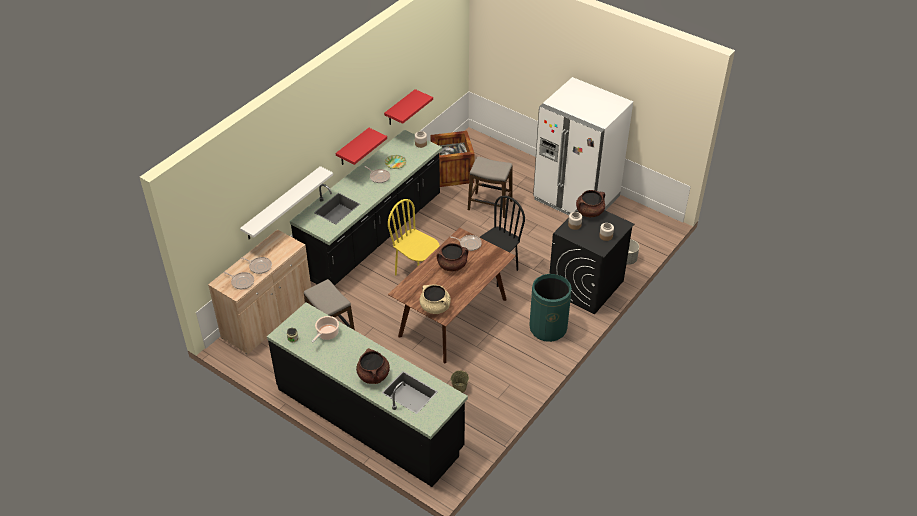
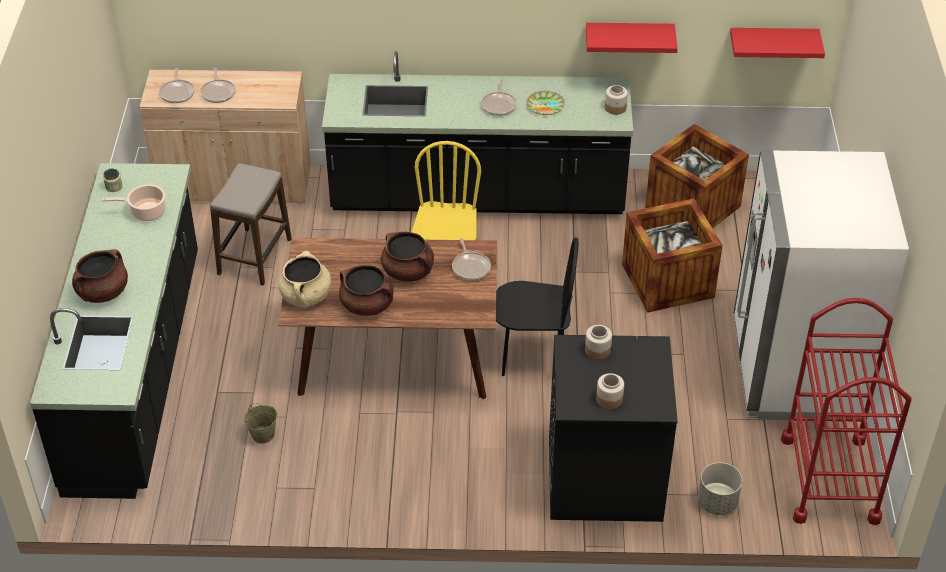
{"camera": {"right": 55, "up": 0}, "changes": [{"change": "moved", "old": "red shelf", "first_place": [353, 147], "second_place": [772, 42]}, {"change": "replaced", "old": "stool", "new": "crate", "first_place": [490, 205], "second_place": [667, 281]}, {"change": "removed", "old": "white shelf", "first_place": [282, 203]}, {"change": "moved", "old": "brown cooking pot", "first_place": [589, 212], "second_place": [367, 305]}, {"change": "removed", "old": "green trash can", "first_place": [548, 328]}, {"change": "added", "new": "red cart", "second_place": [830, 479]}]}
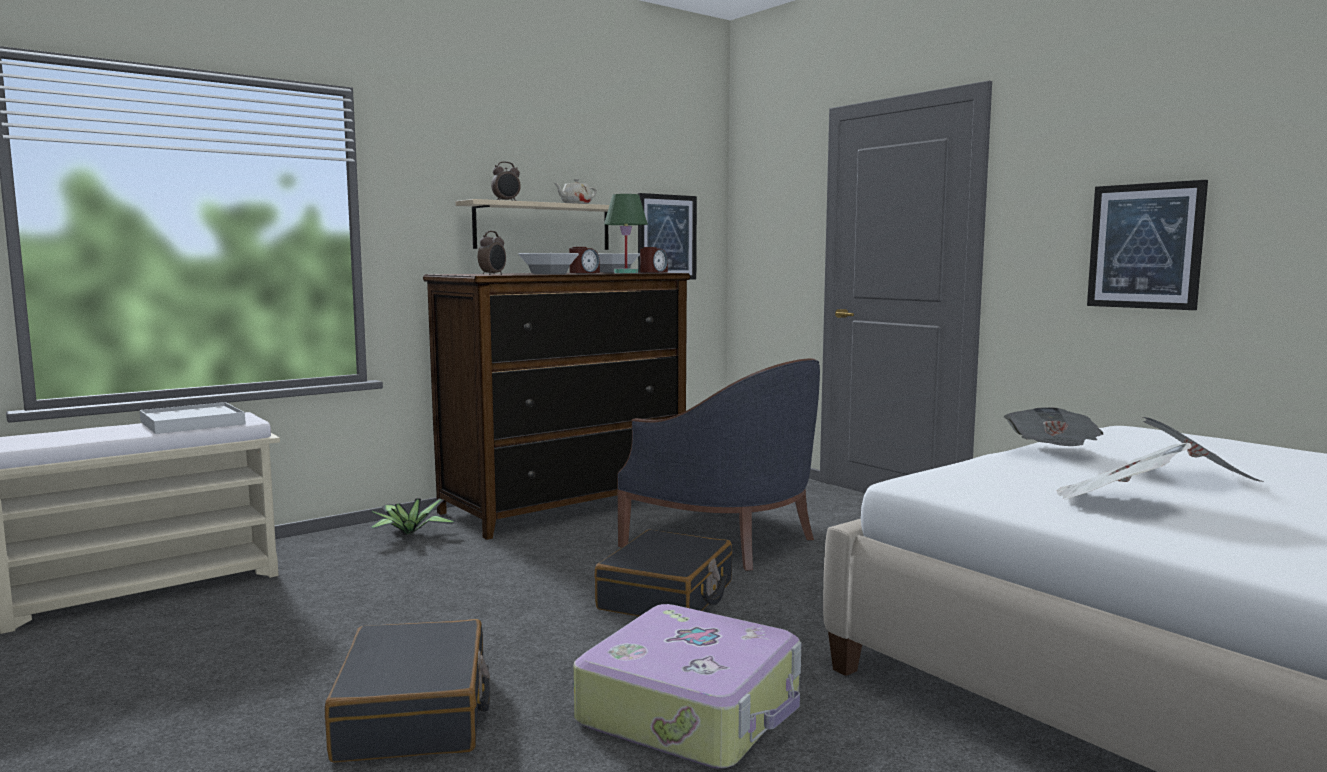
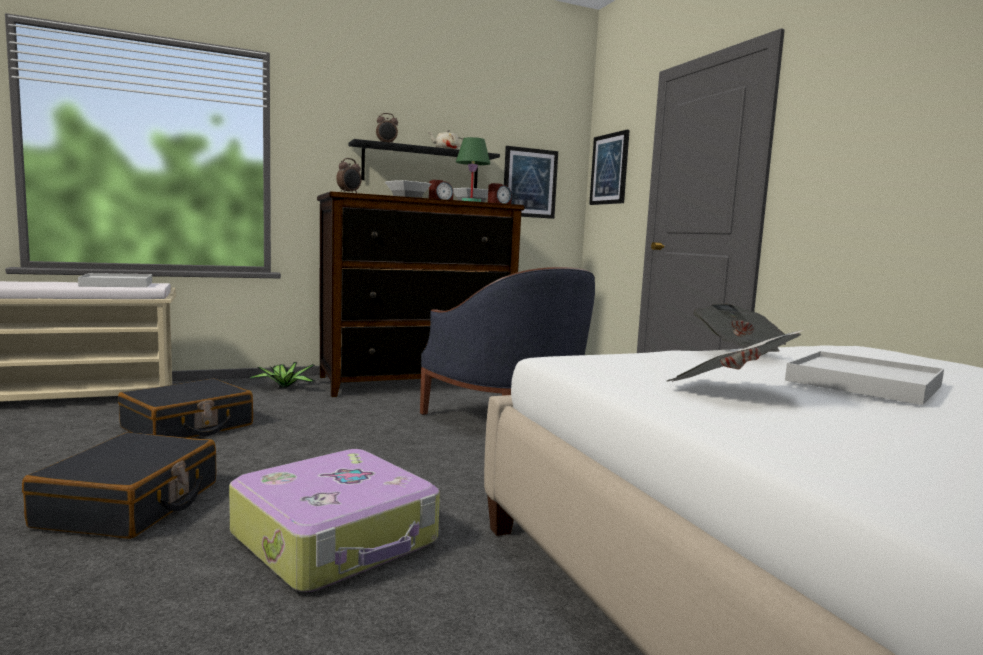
{"camera": {"right": 15, "up": 0}, "changes": [{"change": "moved", "old": "picture", "first_place": [1145, 246], "second_place": [609, 169]}, {"change": "recoloured", "old": "beige shelf", "new": "black shelf", "first_place": [543, 227], "second_place": [421, 167]}, {"change": "replaced", "old": "newspaper", "new": "white tray", "first_place": [1198, 477], "second_place": [864, 383]}, {"change": "moved", "old": "black suitcase", "first_place": [667, 596], "second_place": [188, 427]}]}
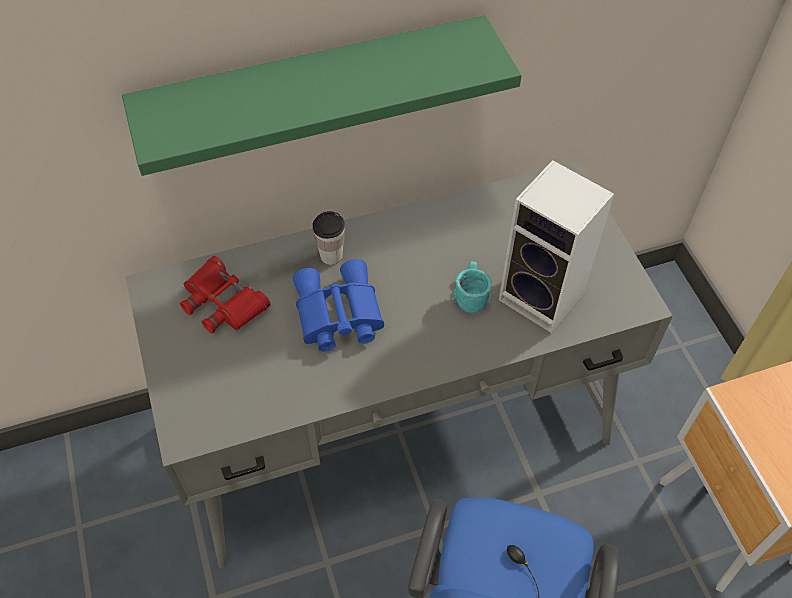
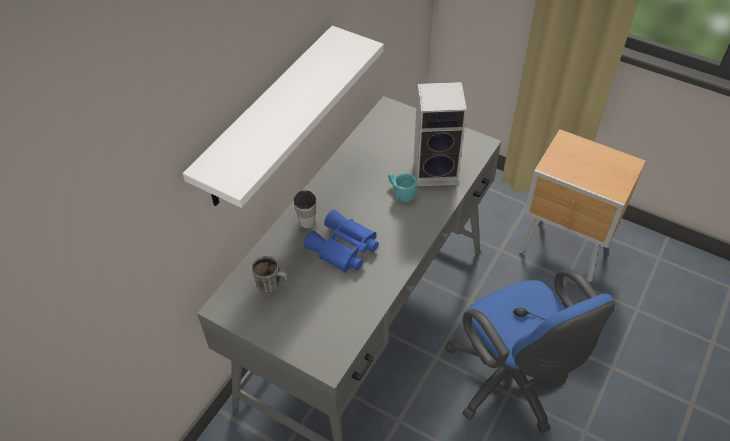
{"camera": {"right": -40, "up": -5}, "changes": [{"change": "recoloured", "old": "green shelf", "new": "white shelf", "first_place": [314, 92], "second_place": [268, 118]}, {"change": "replaced", "old": "red binoculars", "new": "mug", "first_place": [223, 302], "second_place": [273, 285]}]}
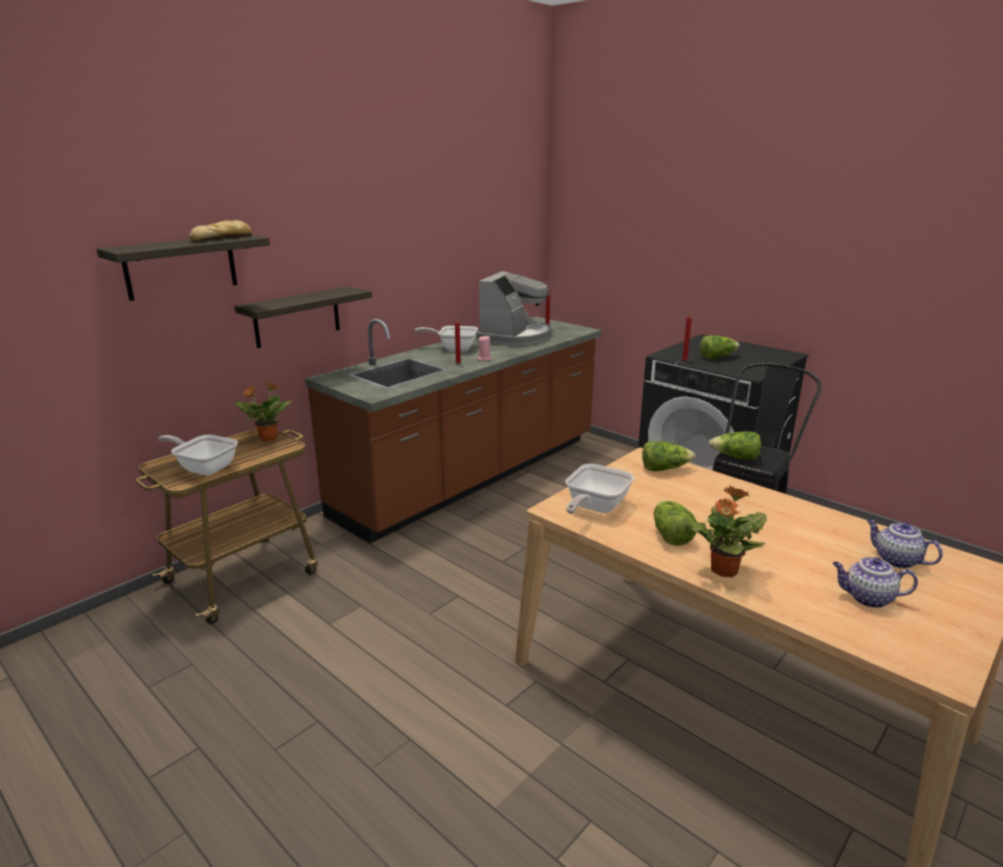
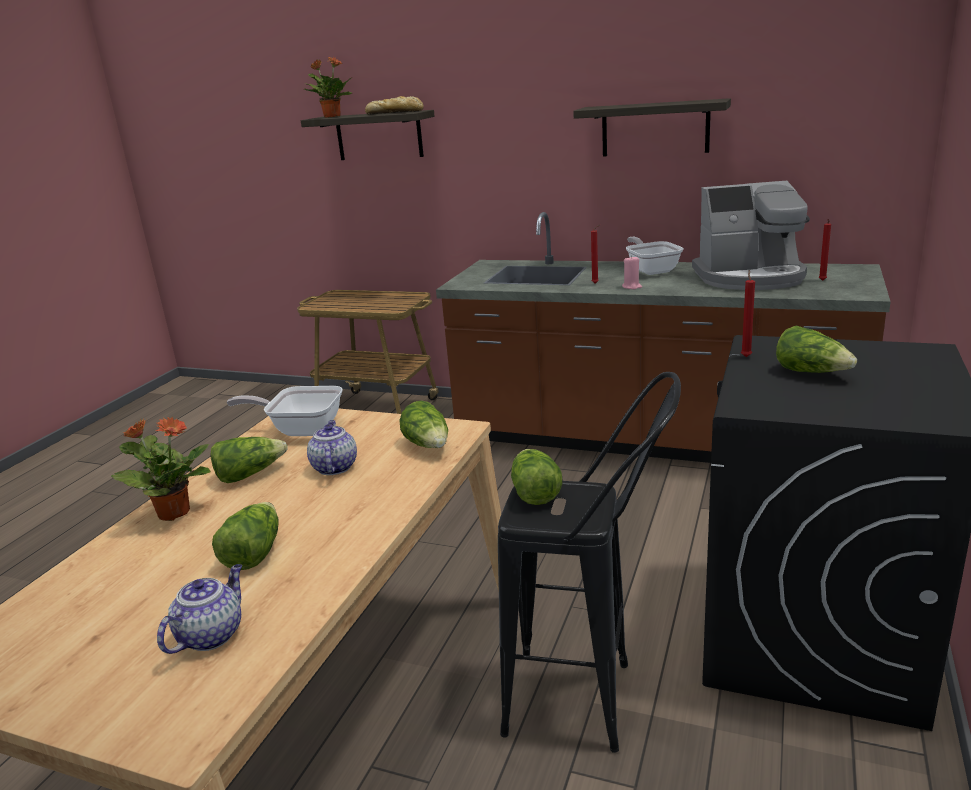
{"camera": {"right": 70, "up": 0}, "changes": [{"change": "moved", "old": "shelf", "first_place": [297, 317], "second_place": [655, 128]}, {"change": "moved", "old": "potted plant", "first_place": [268, 438], "second_place": [331, 116]}, {"change": "removed", "old": "frying pan", "first_place": [204, 467]}, {"change": "moved", "old": "teapot", "first_place": [867, 598], "second_place": [334, 467]}, {"change": "added", "new": "lettuce", "second_place": [253, 553]}]}
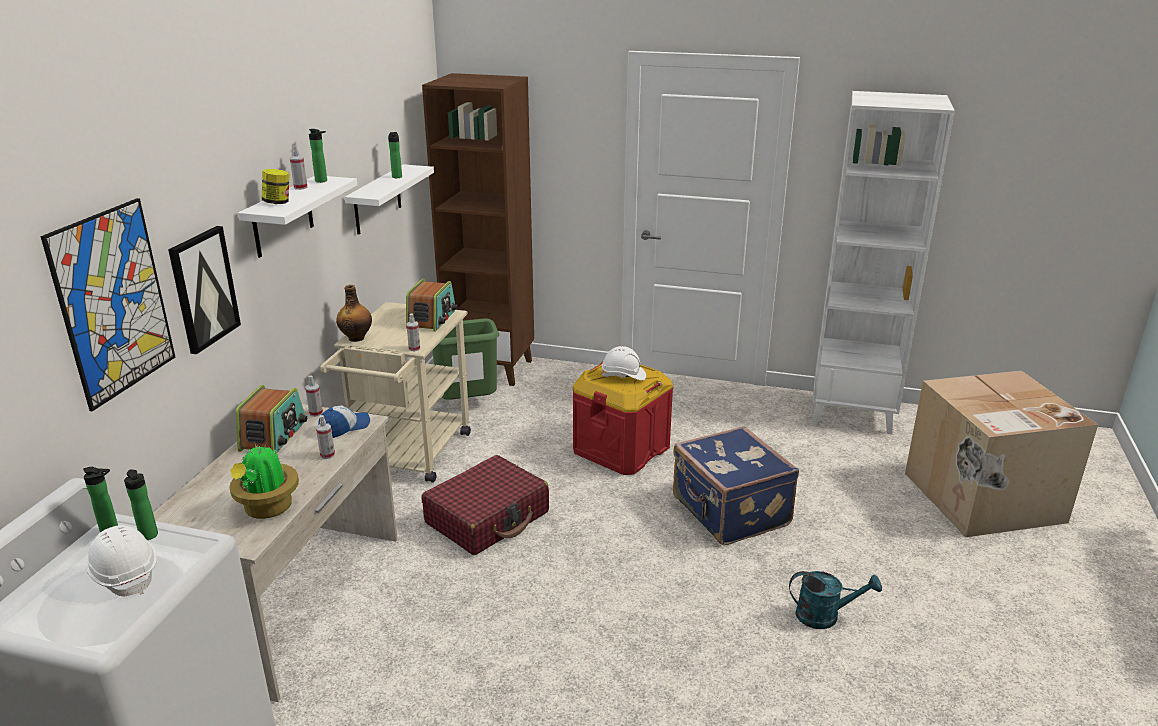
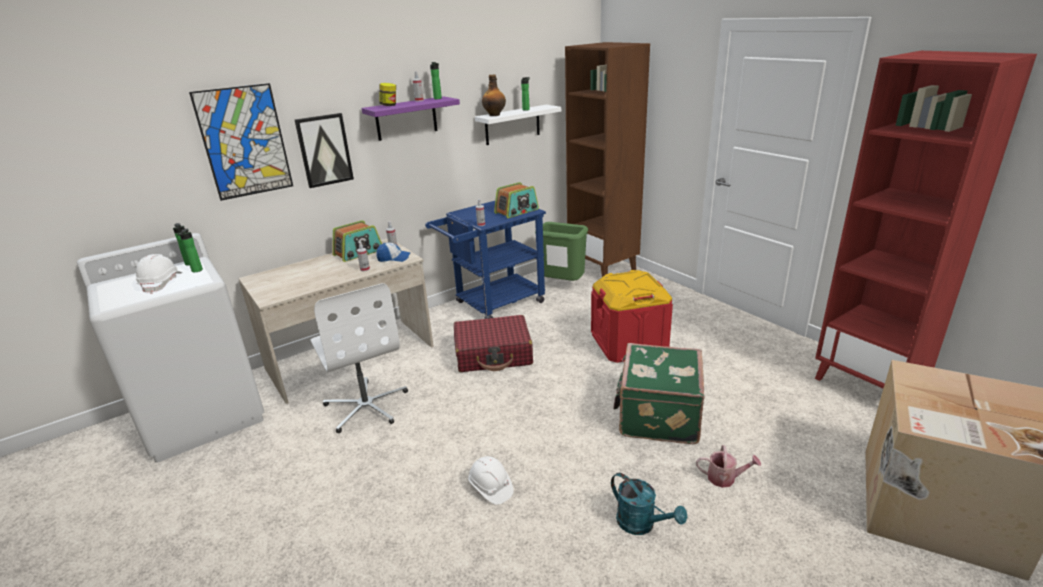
{"camera": {"right": 40, "up": 0}, "changes": [{"change": "recoloured", "old": "white bookcase", "new": "red bookcase", "first_place": [852, 413], "second_place": [869, 384]}, {"change": "recoloured", "old": "white shelf", "new": "purple shelf", "first_place": [282, 217], "second_place": [406, 118]}, {"change": "moved", "old": "bottle", "first_place": [356, 338], "second_place": [495, 115]}, {"change": "recoloured", "old": "beige cart", "new": "blue cart", "first_place": [408, 457], "second_place": [493, 304]}, {"change": "moved", "old": "white hard hat", "first_place": [623, 375], "second_place": [490, 487]}, {"change": "recoloured", "old": "blue suitcase", "new": "green suitcase", "first_place": [729, 512], "second_place": [657, 415]}, {"change": "removed", "old": "potted plant", "first_place": [267, 508]}, {"change": "added", "new": "white office chair", "second_place": [367, 406]}, {"change": "added", "new": "watering can", "second_place": [725, 478]}]}
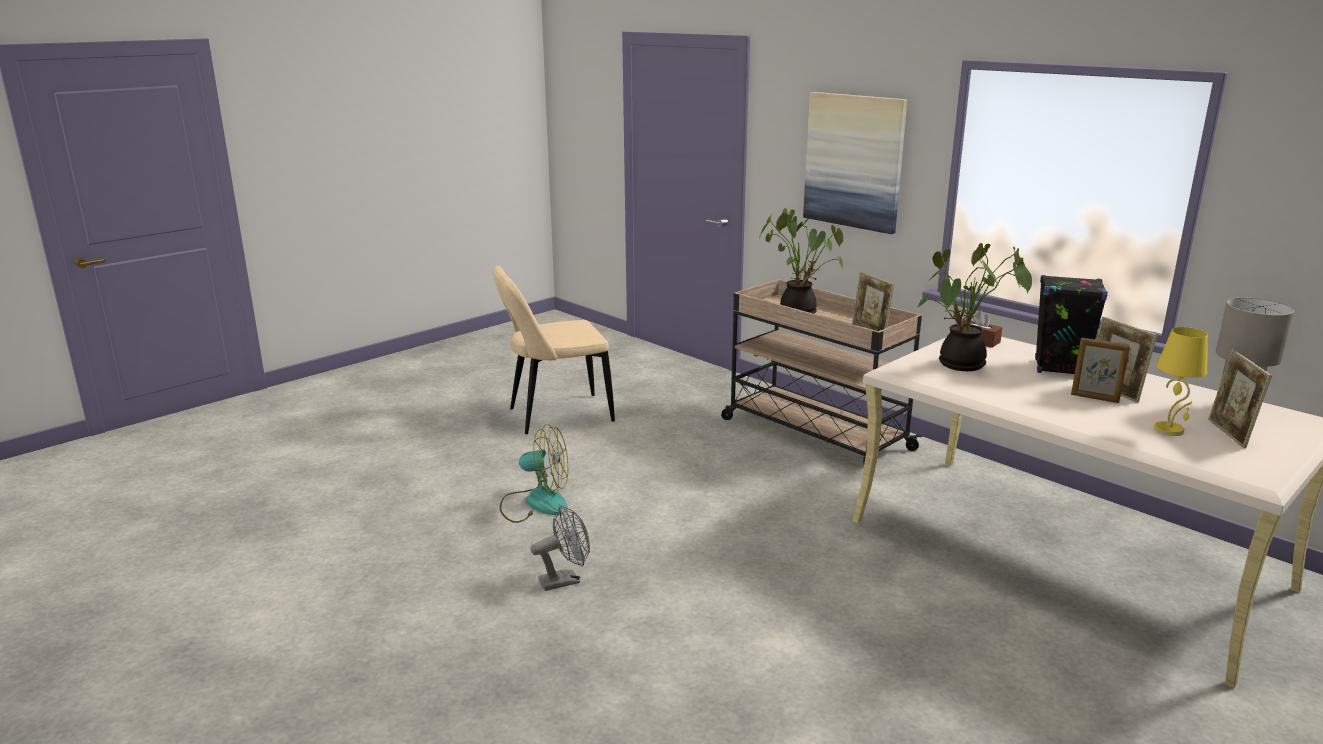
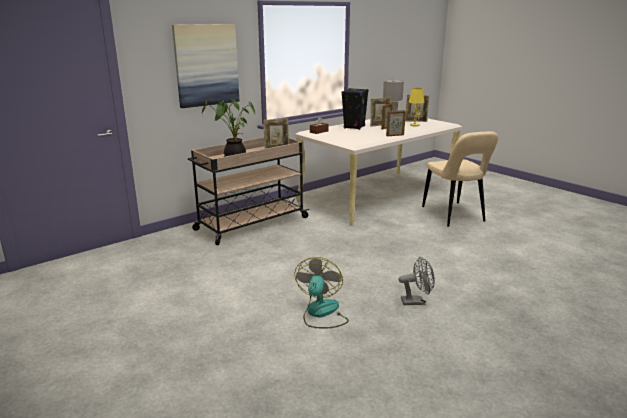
{"camera": {"right": -85, "up": 0}, "changes": [{"change": "removed", "old": "potted plant", "first_place": [961, 366]}, {"change": "moved", "old": "beige chair", "first_place": [555, 415], "second_place": [454, 215]}, {"change": "turned", "old": "grey fan", "first_place": [565, 580], "second_place": [416, 301], "degrees": 105}, {"change": "added", "new": "picture frame", "second_place": [395, 135]}]}
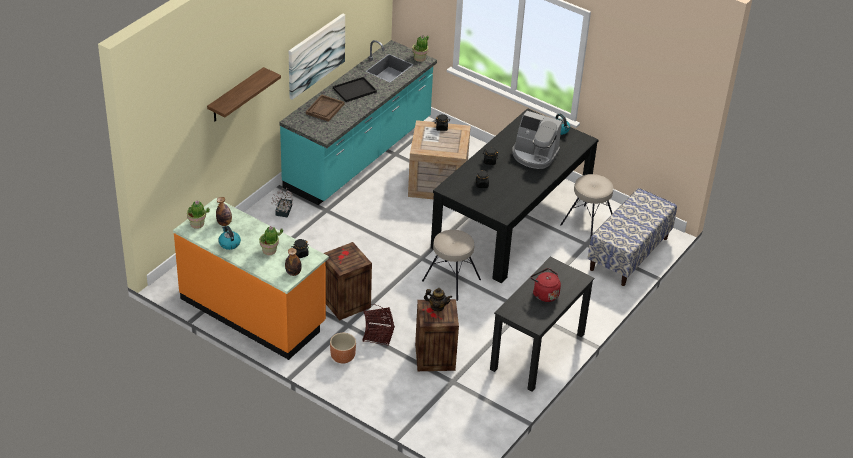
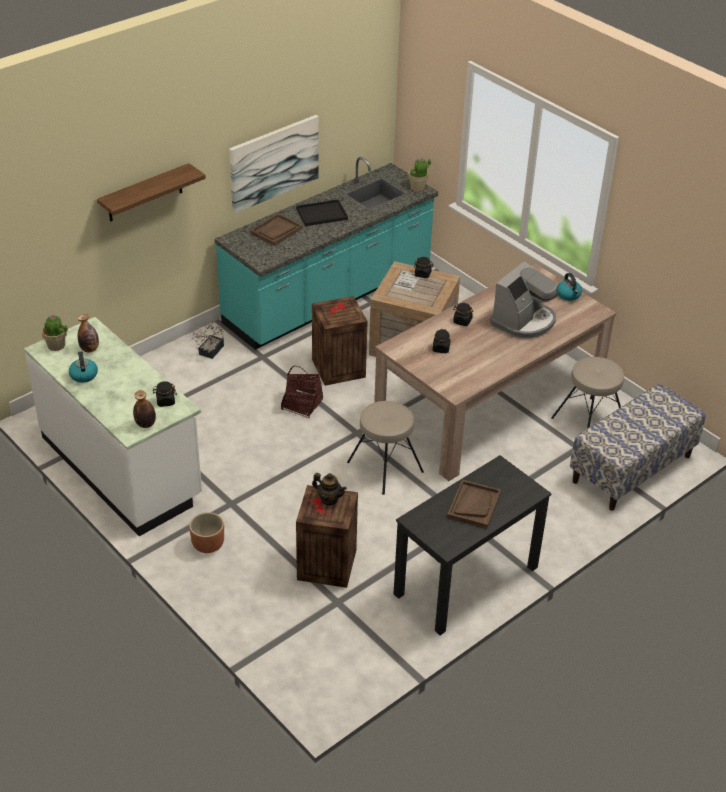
{"camera": {"right": 15, "up": 0}, "changes": [{"change": "recoloured", "old": "black dining table", "new": "beige dining table", "first_place": [511, 221], "second_place": [489, 404]}, {"change": "turned", "old": "coffee machine", "first_place": [534, 155], "second_place": [523, 321], "degrees": -90}, {"change": "recoloured", "old": "orange counter", "new": "white counter", "first_place": [253, 311], "second_place": [122, 467]}, {"change": "removed", "old": "potted plant", "first_place": [269, 250]}, {"change": "moved", "old": "crate", "first_place": [344, 302], "second_place": [337, 368]}, {"change": "replaced", "old": "red kettle", "new": "brown tray", "first_place": [544, 294], "second_place": [474, 505]}, {"change": "moved", "old": "basket", "first_place": [378, 334], "second_place": [302, 404]}]}
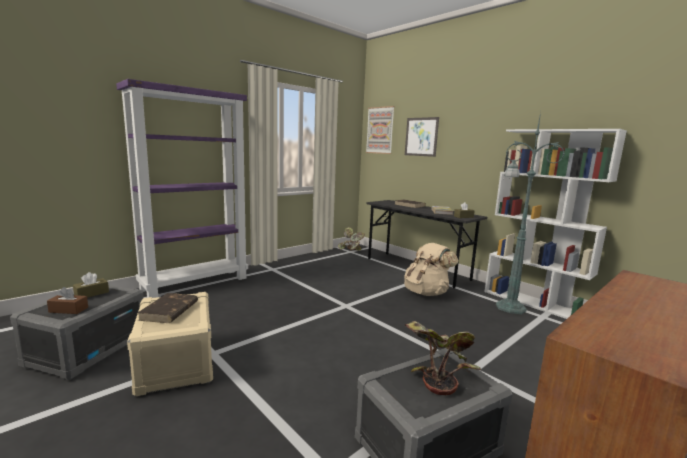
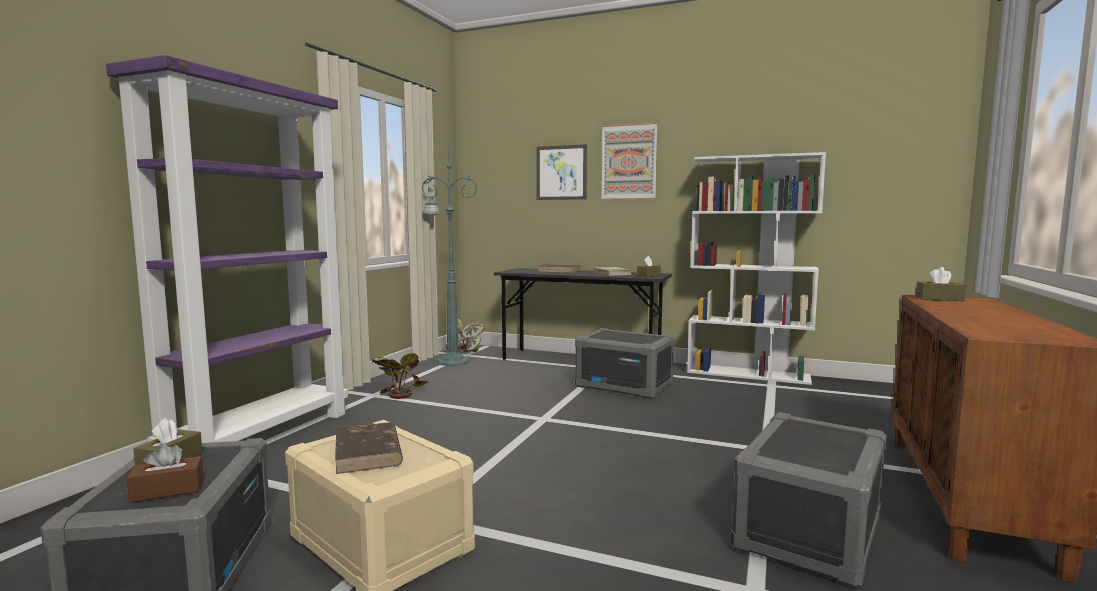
{"camera": {"right": -25, "up": -5}, "changes": [{"change": "moved", "old": "picture", "first_place": [380, 130], "second_place": [629, 162]}, {"change": "moved", "old": "green floor lamp", "first_place": [509, 307], "second_place": [451, 362]}, {"change": "replaced", "old": "beige backpack", "new": "grey storage box", "first_place": [426, 292], "second_place": [625, 385]}, {"change": "moved", "old": "potted plant", "first_place": [436, 371], "second_place": [398, 391]}, {"change": "added", "new": "brown tissue box", "second_place": [939, 299]}]}
